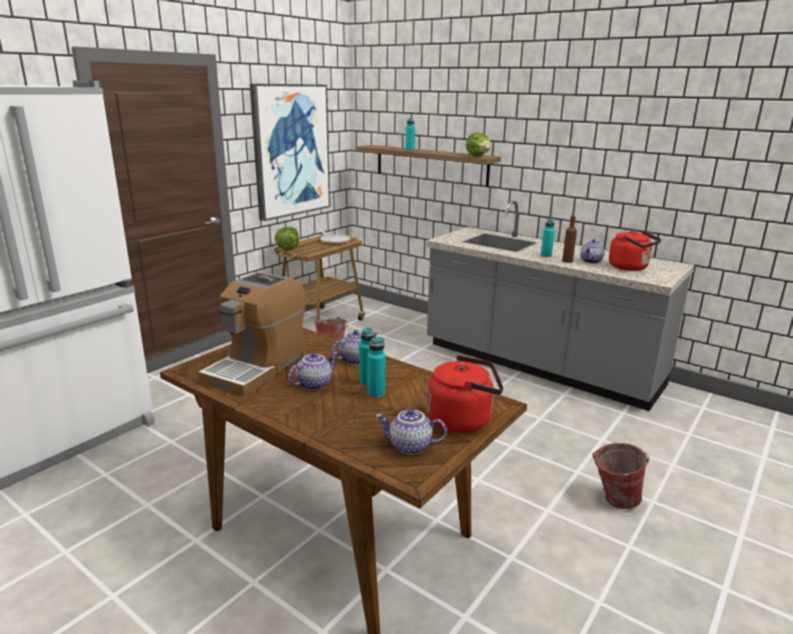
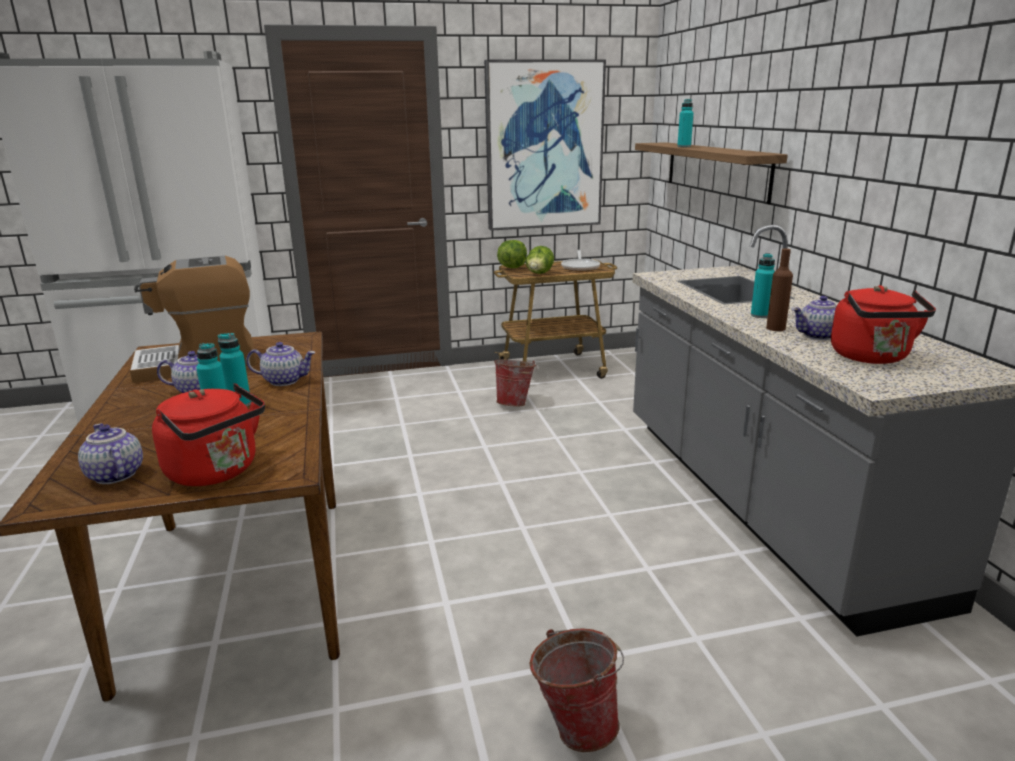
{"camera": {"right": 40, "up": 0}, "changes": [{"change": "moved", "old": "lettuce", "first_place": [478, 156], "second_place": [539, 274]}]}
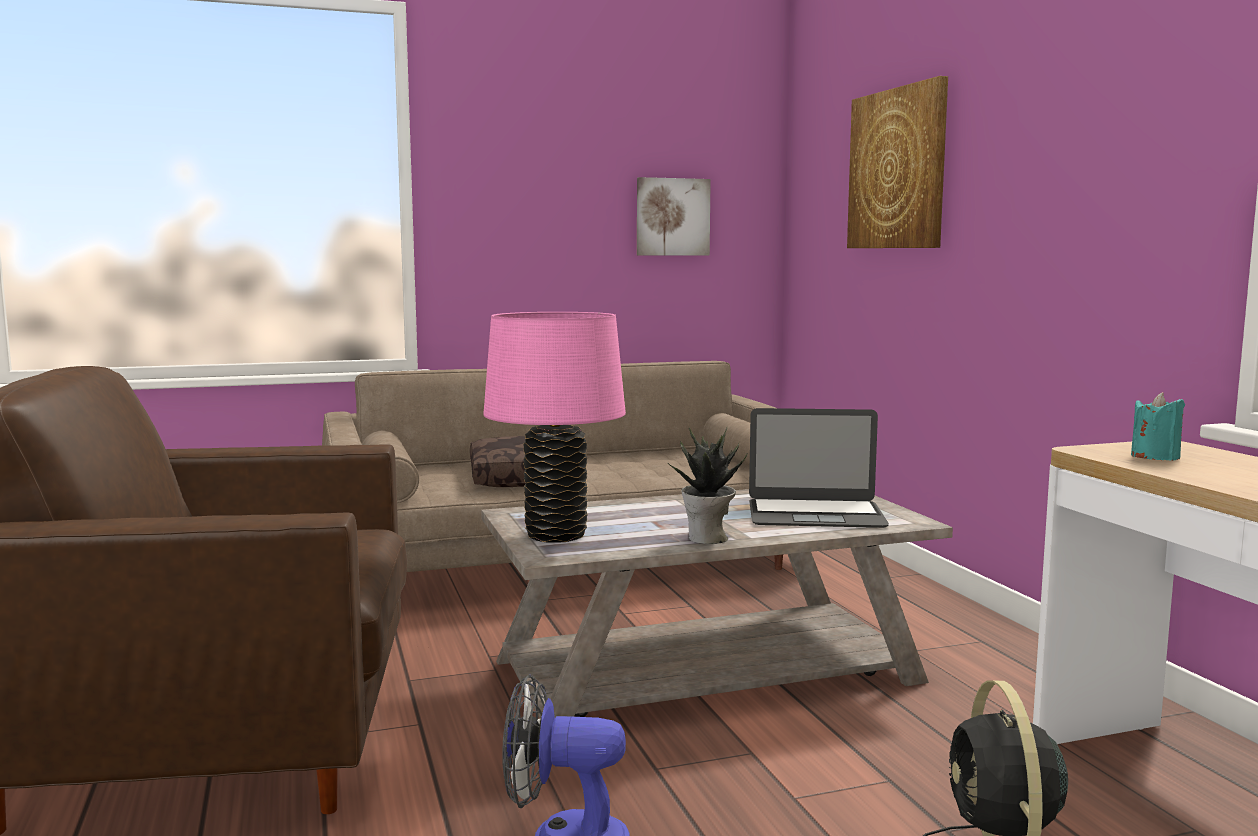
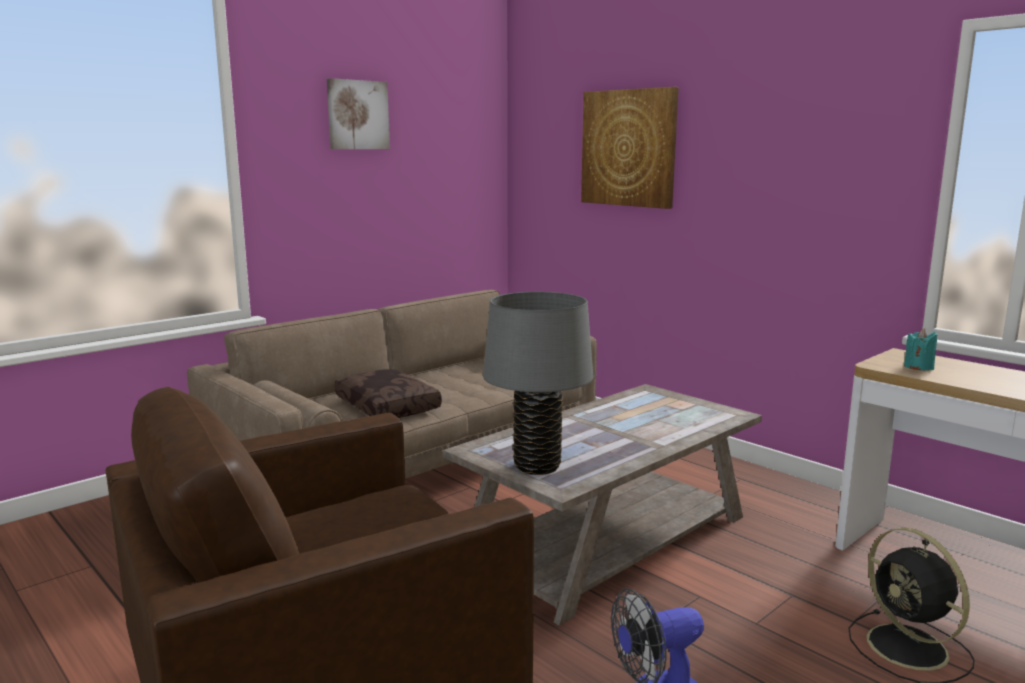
{"camera": {"right": -25, "up": 5}, "changes": [{"change": "moved", "old": "picture", "first_place": [672, 217], "second_place": [357, 115]}, {"change": "recoloured", "old": "pink table lamp", "new": "grey table lamp", "first_place": [556, 535], "second_place": [537, 466]}, {"change": "removed", "old": "laptop", "first_place": [815, 514]}, {"change": "removed", "old": "potted plant", "first_place": [707, 539]}]}
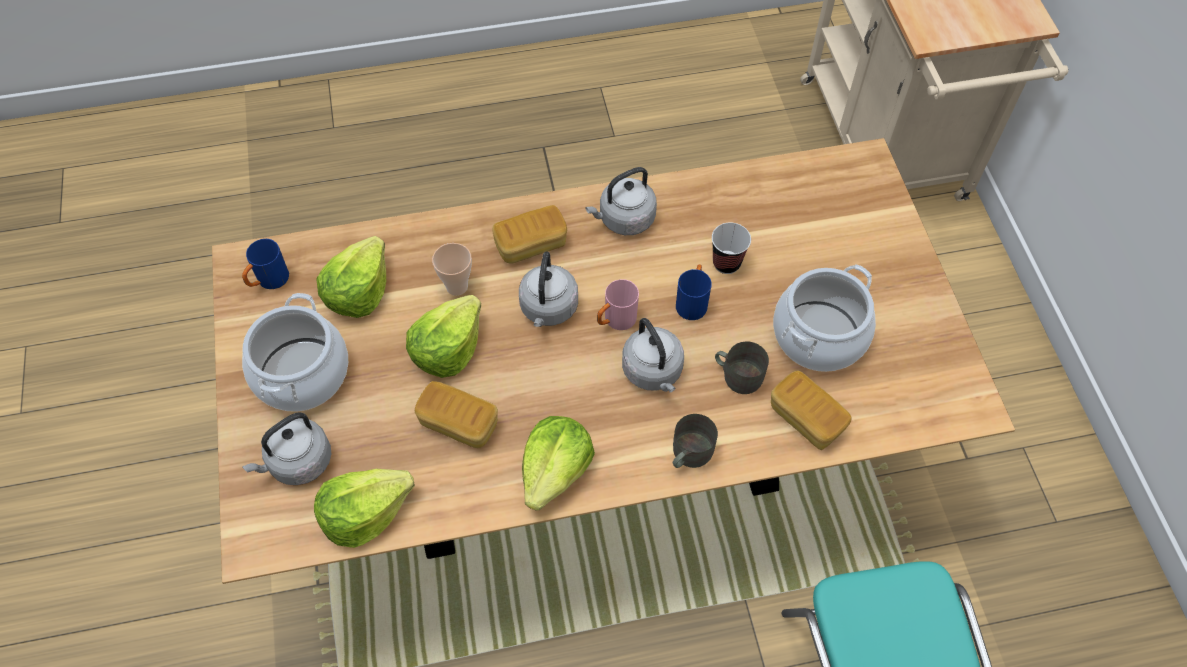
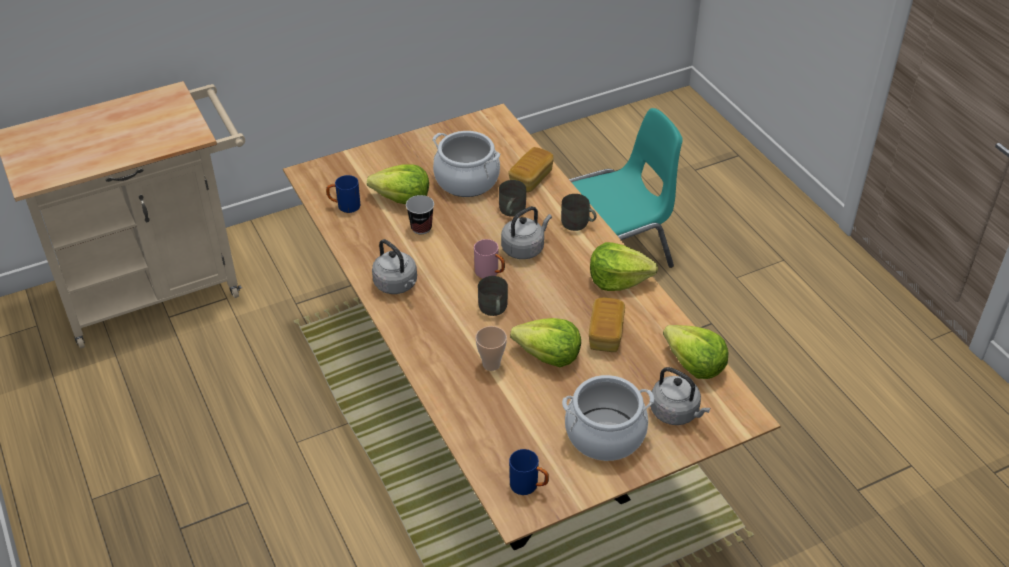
{"camera": {"right": -105, "up": -15}, "changes": [{"change": "removed", "old": "bread", "first_place": [531, 244]}, {"change": "moved", "old": "lettuce", "first_place": [358, 291], "second_place": [402, 198]}, {"change": "replaced", "old": "grey kettle", "new": "grey mug", "first_place": [548, 309], "second_place": [493, 309]}, {"change": "moved", "old": "blue mug", "first_place": [692, 302], "second_place": [344, 206]}]}
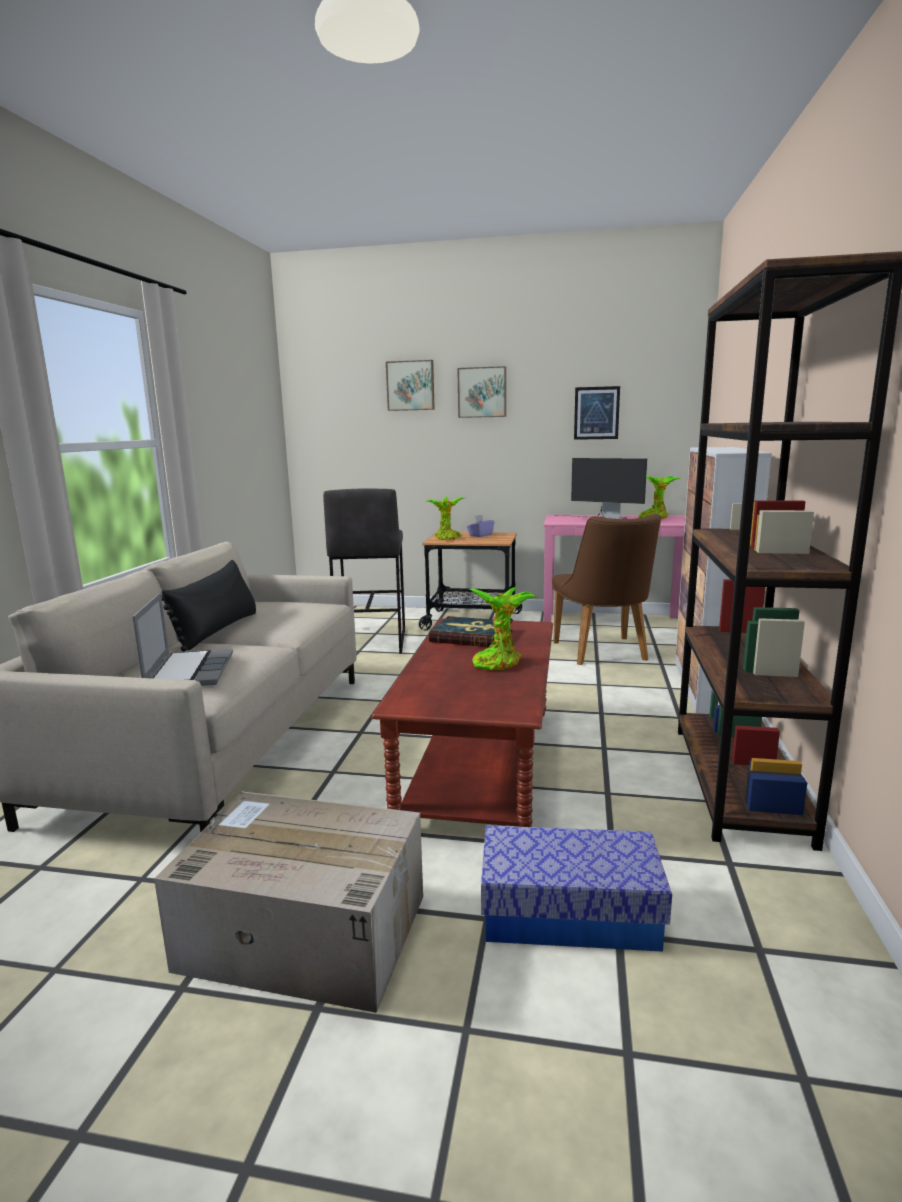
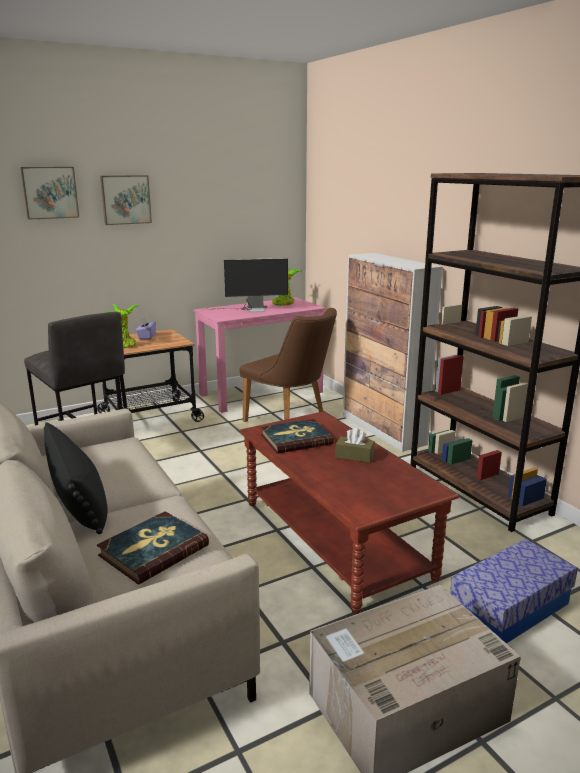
{"camera": {"right": -40, "up": 5}, "changes": [{"change": "removed", "old": "picture", "first_place": [596, 413]}, {"change": "replaced", "old": "potted plant", "new": "brown tissue box", "first_place": [499, 662], "second_place": [354, 456]}, {"change": "replaced", "old": "laptop", "new": "book", "first_place": [189, 671], "second_place": [153, 550]}]}
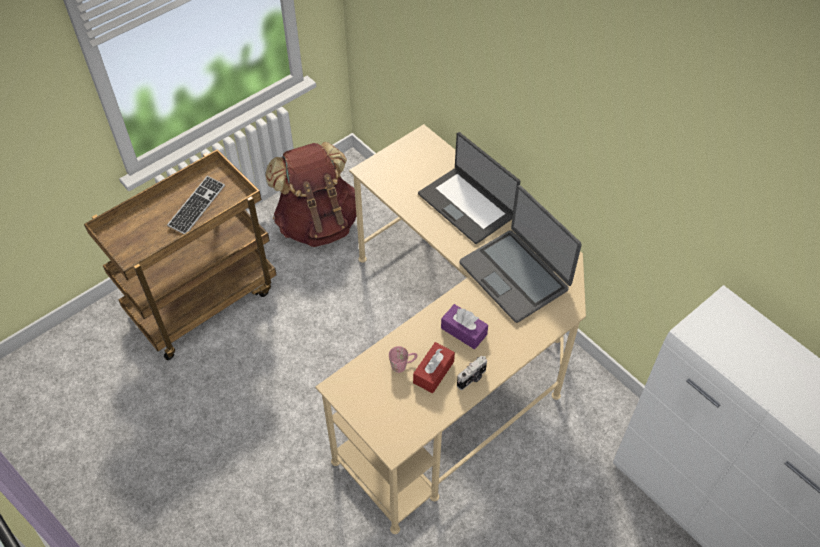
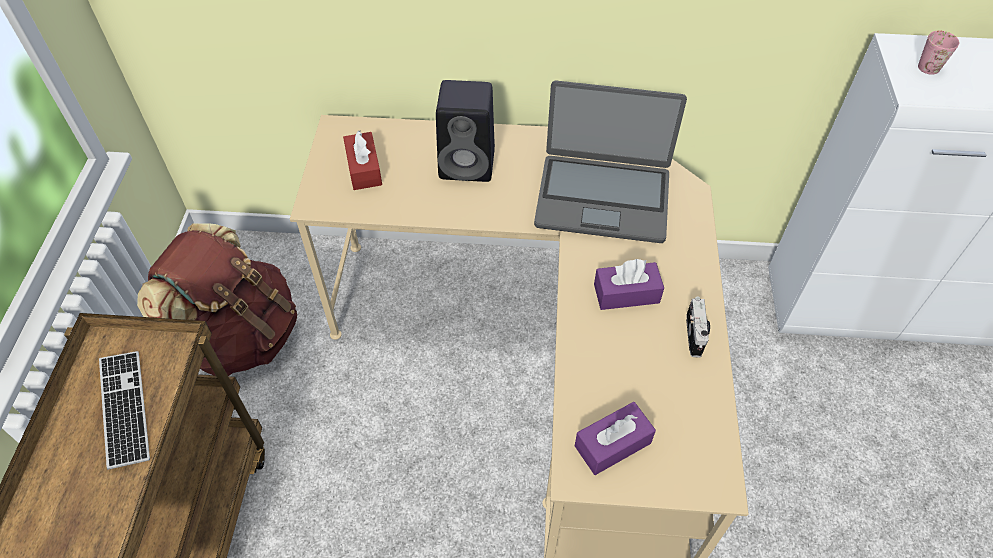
{"camera": {"right": -45, "up": 0}, "changes": [{"change": "replaced", "old": "laptop", "new": "black speaker", "first_place": [467, 205], "second_place": [469, 164]}, {"change": "moved", "old": "red tissue box", "first_place": [433, 372], "second_place": [364, 169]}, {"change": "moved", "old": "pink mug", "first_place": [403, 365], "second_place": [929, 63]}, {"change": "added", "new": "purple tissue box", "second_place": [612, 444]}]}
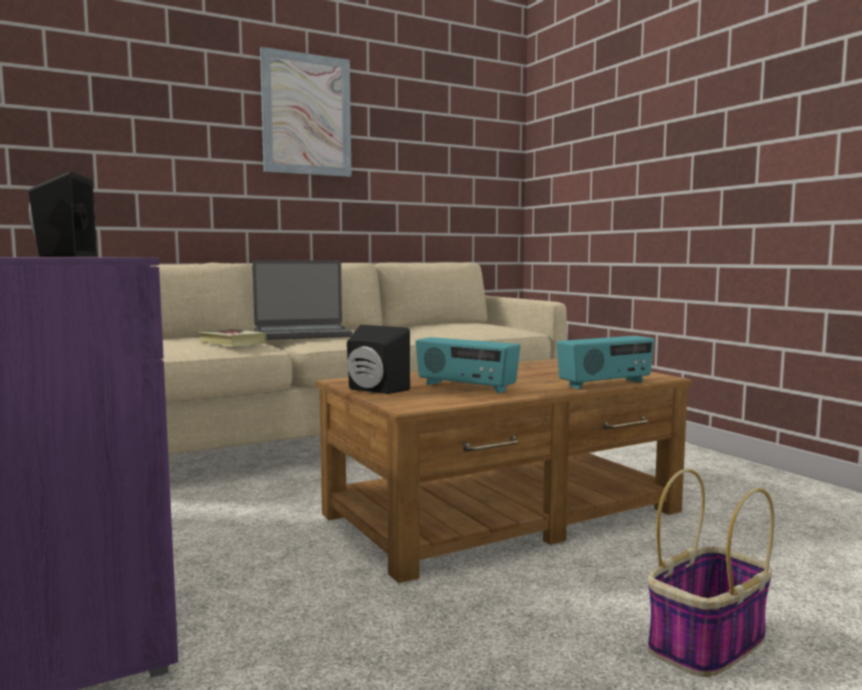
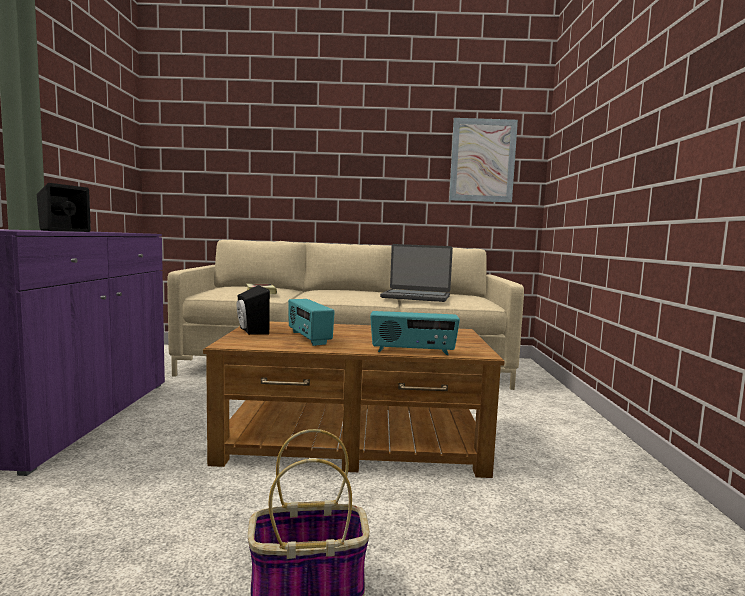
{"camera": {"right": 30, "up": 0}, "changes": [{"change": "moved", "old": "picture", "first_place": [306, 115], "second_place": [482, 160]}, {"change": "moved", "old": "laptop", "first_place": [302, 334], "second_place": [416, 297]}]}
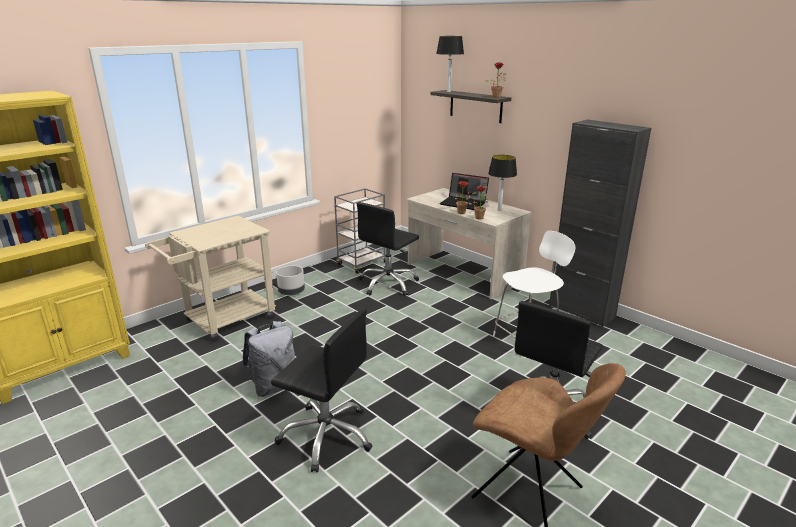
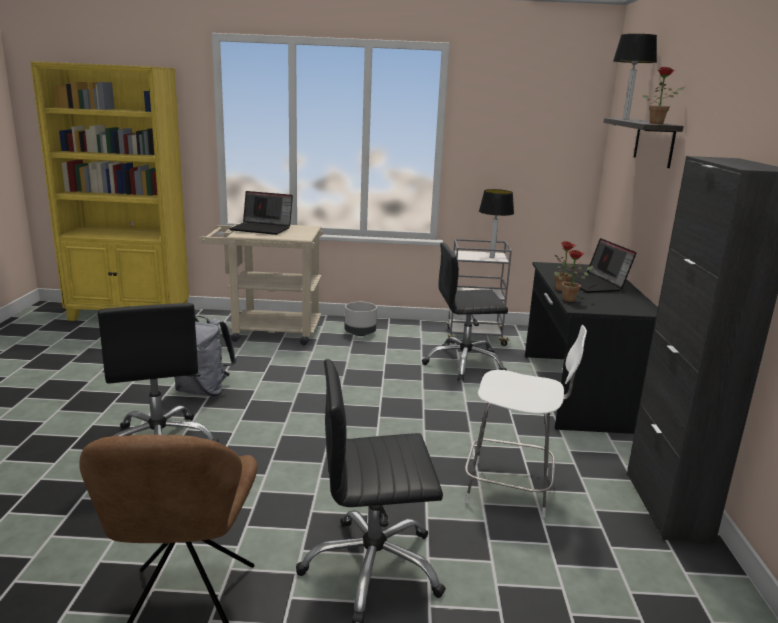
{"camera": {"right": 45, "up": -5}, "changes": [{"change": "moved", "old": "table lamp", "first_place": [499, 209], "second_place": [492, 257]}, {"change": "recoloured", "old": "beige desk", "new": "black desk", "first_place": [463, 273], "second_place": [576, 390]}, {"change": "added", "new": "laptop", "second_place": [262, 229]}]}
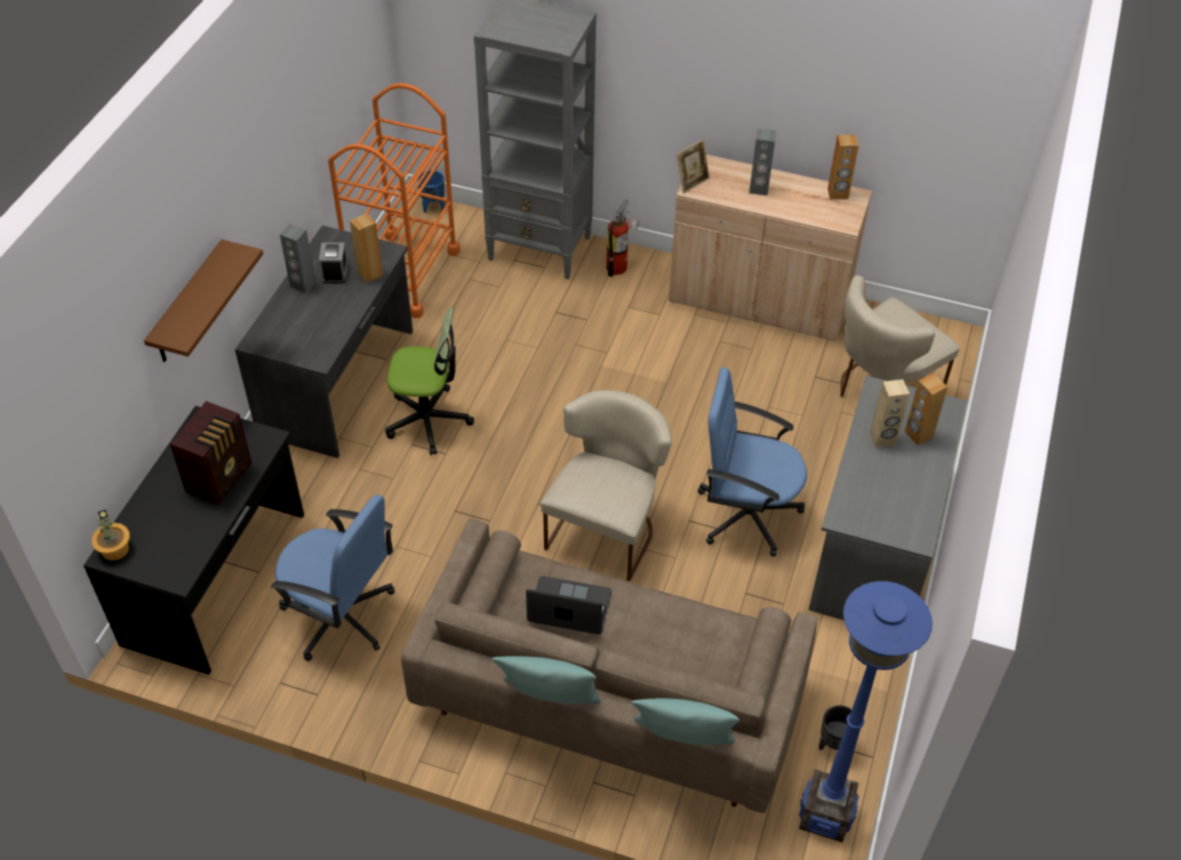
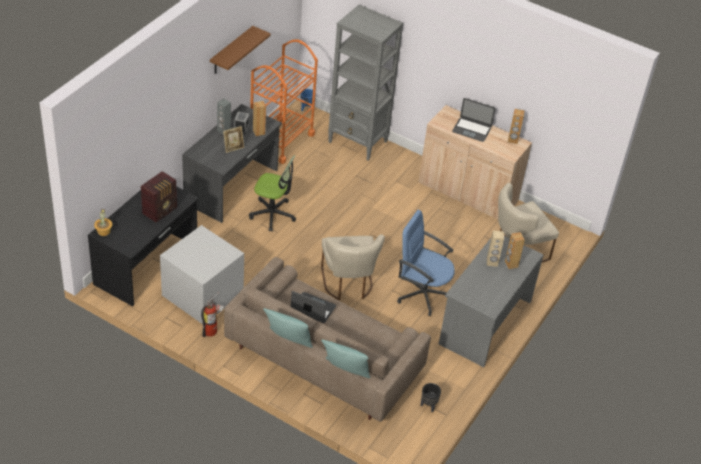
{"camera": {"right": 10, "up": -5}, "changes": [{"change": "replaced", "old": "grey speaker", "new": "laptop", "first_place": [759, 189], "second_place": [471, 129]}, {"change": "moved", "old": "picture frame", "first_place": [692, 182], "second_place": [233, 148]}, {"change": "moved", "old": "fire extinguisher", "first_place": [619, 267], "second_place": [212, 331]}, {"change": "moved", "old": "brown shelf", "first_place": [188, 305], "second_place": [231, 51]}, {"change": "turned", "old": "beige chair", "first_place": [606, 528], "second_place": [348, 284], "degrees": 135}, {"change": "replaced", "old": "blue office chair", "new": "grey storage box", "first_place": [340, 616], "second_place": [202, 295]}, {"change": "removed", "old": "blue floor lamp", "first_place": [825, 816]}]}
